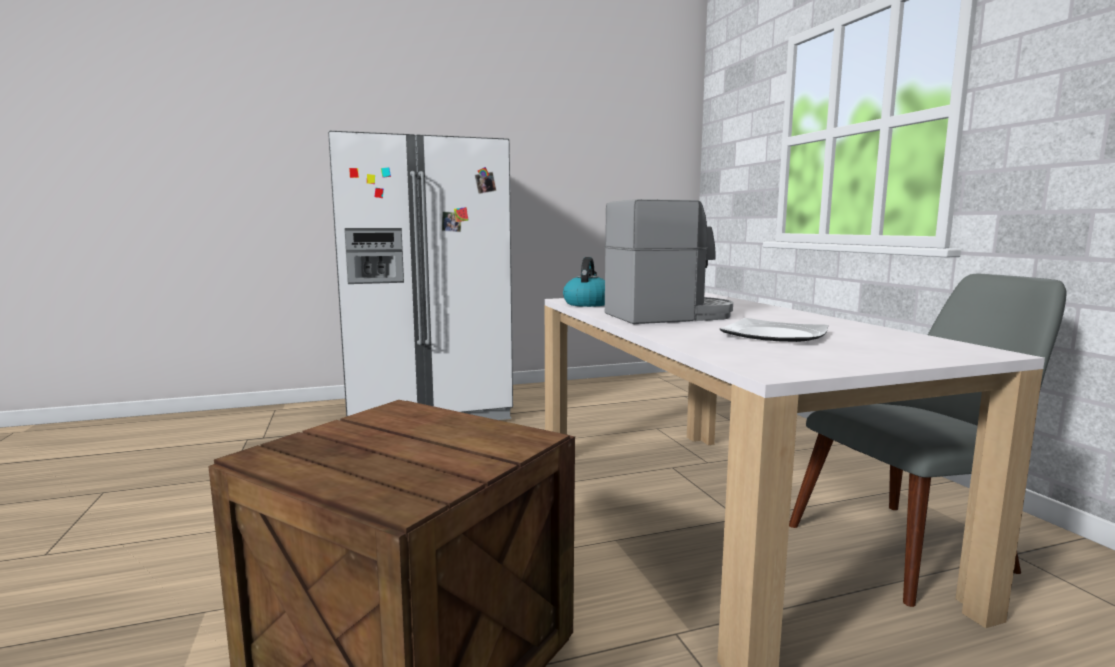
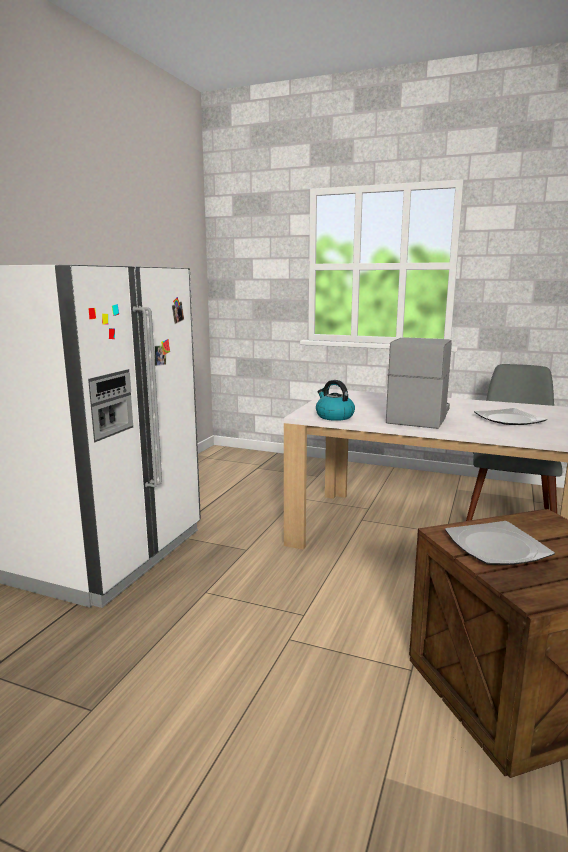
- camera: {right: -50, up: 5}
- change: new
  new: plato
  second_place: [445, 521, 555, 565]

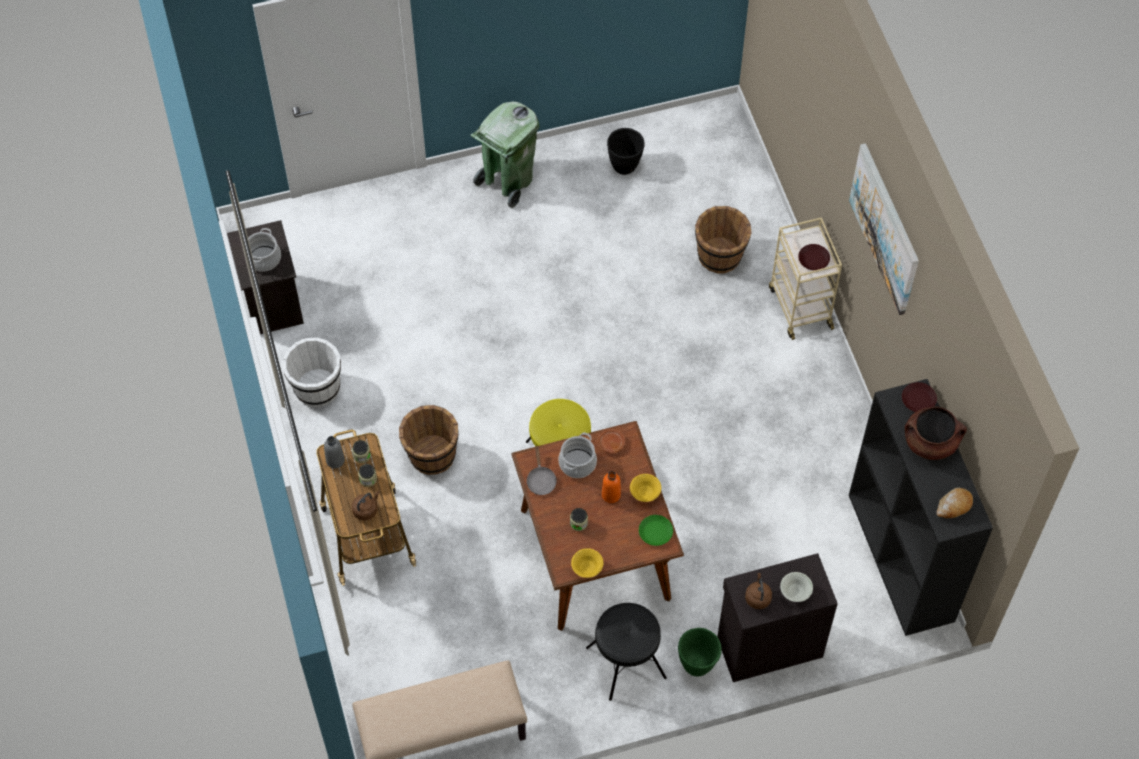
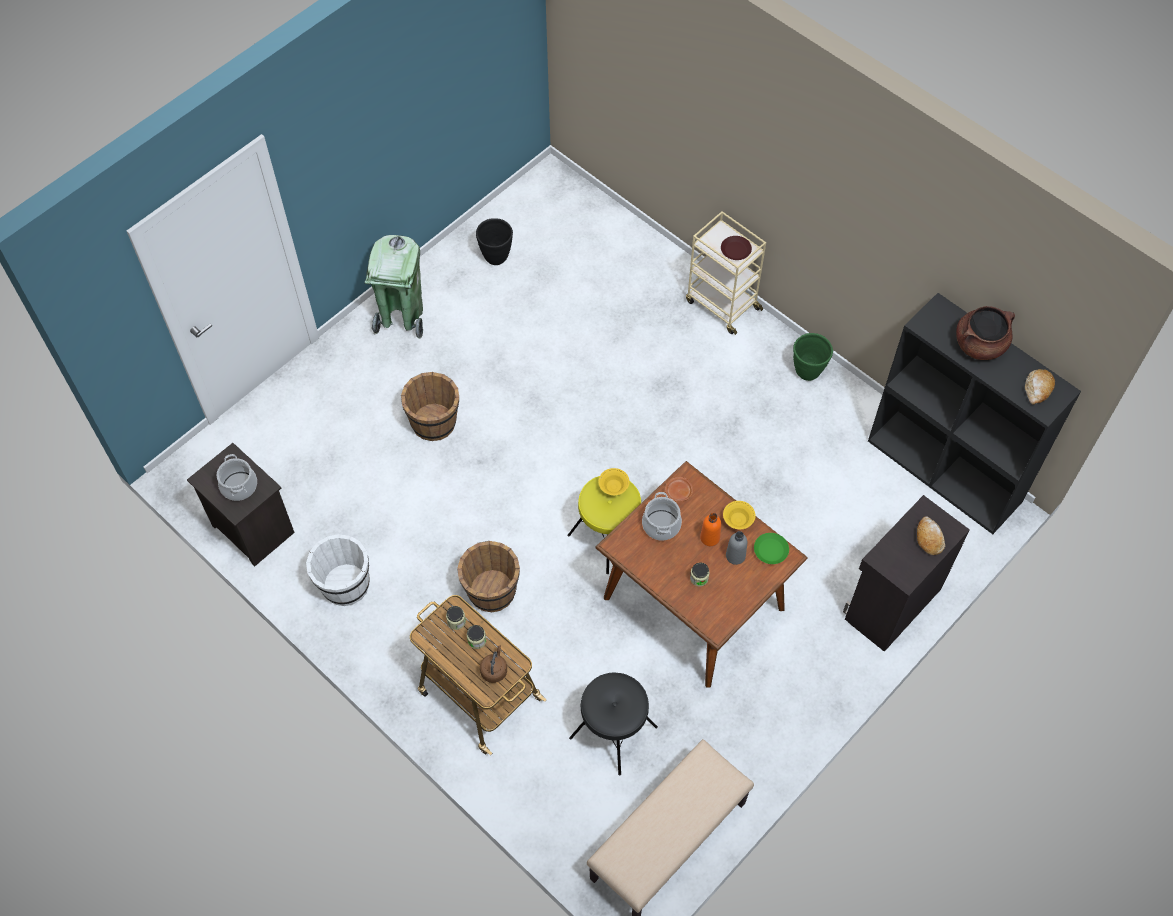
- camera: {right: -30, up: 0}
- change: gone
  old: sartén [gris]
  first_place: [526, 447, 557, 495]
- change: gone
  old: hervidor [marrón]
  first_place: [745, 573, 772, 609]
- change: gone
  old: cuadro
  first_place: [849, 143, 919, 315]
- change: gone
  old: plato [marrón]
  first_place: [902, 382, 937, 412]
- change: shifted
  old: botella [gris]
  first_place: [324, 436, 345, 468]
  second_place: [726, 531, 747, 565]
- change: shifted
  old: cuenco [amarillo]
  first_place: [571, 548, 603, 578]
  second_place: [599, 468, 629, 495]
- change: shifted
  old: taburete [negro]
  first_place: [586, 603, 667, 701]
  second_place: [569, 673, 658, 776]
- change: shifted
  old: maceta [verde]
  first_place: [678, 628, 722, 676]
  second_place: [793, 333, 833, 381]
- change: shifted
  old: cubo [marrón]
  first_place: [695, 206, 752, 274]
  second_place: [401, 372, 459, 441]
- change: swapped
  old: cuenco [blanco]
  new: pan
  first_place: [780, 572, 813, 602]
  second_place: [917, 516, 945, 555]

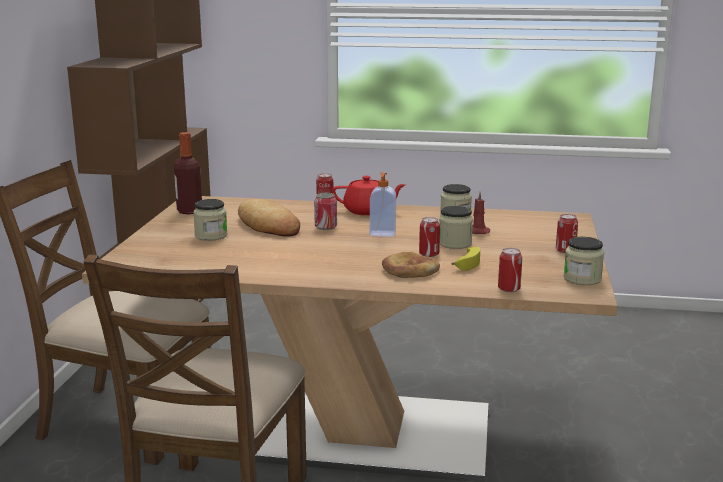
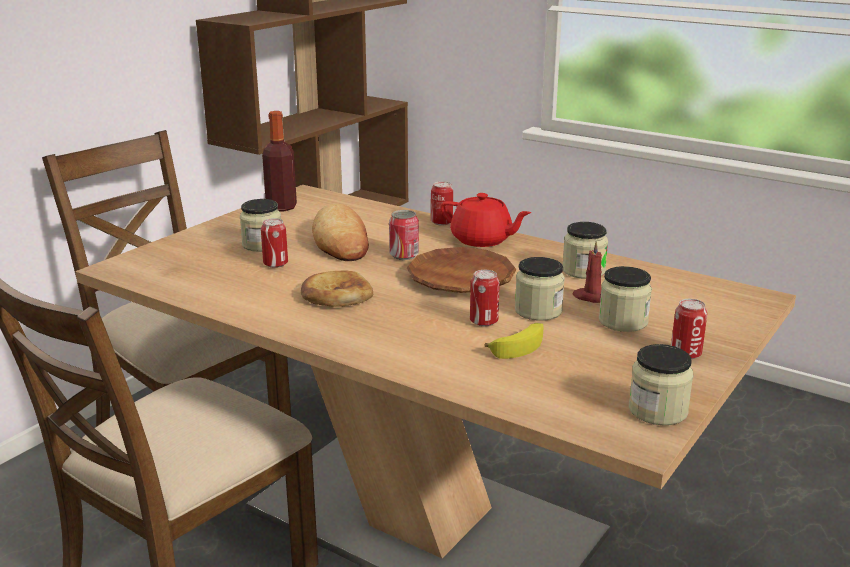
- camera: {right: 25, up: 5}
- change: new
  new: tarro
  second_place: [599, 266, 652, 332]
- change: shifted
  old: pan
  first_place: [382, 252, 440, 278]
  second_place: [301, 270, 373, 307]
- change: shifted
  old: lata
  first_place: [498, 248, 522, 292]
  second_place: [261, 218, 288, 268]
- change: swapped
  old: dispensador de jabón
  new: plato [marrón]
  first_place: [370, 173, 396, 237]
  second_place: [407, 247, 516, 293]

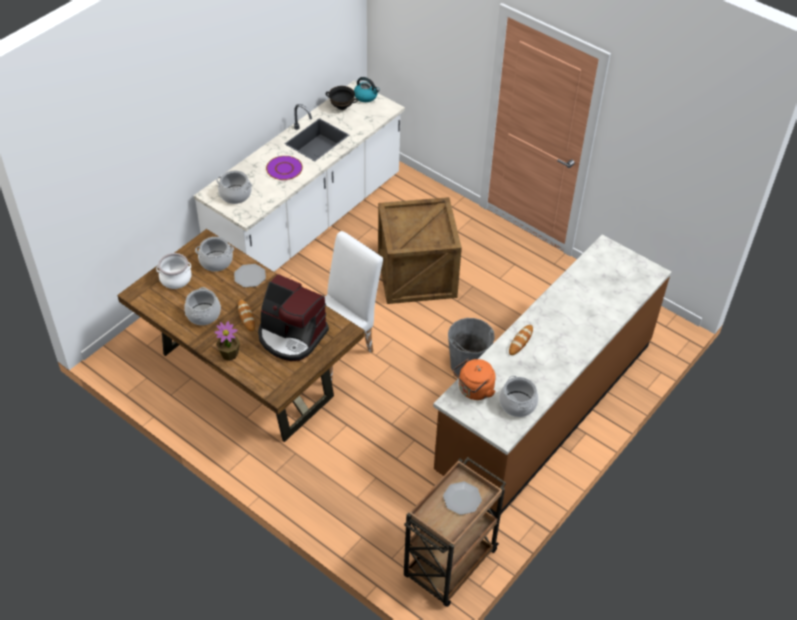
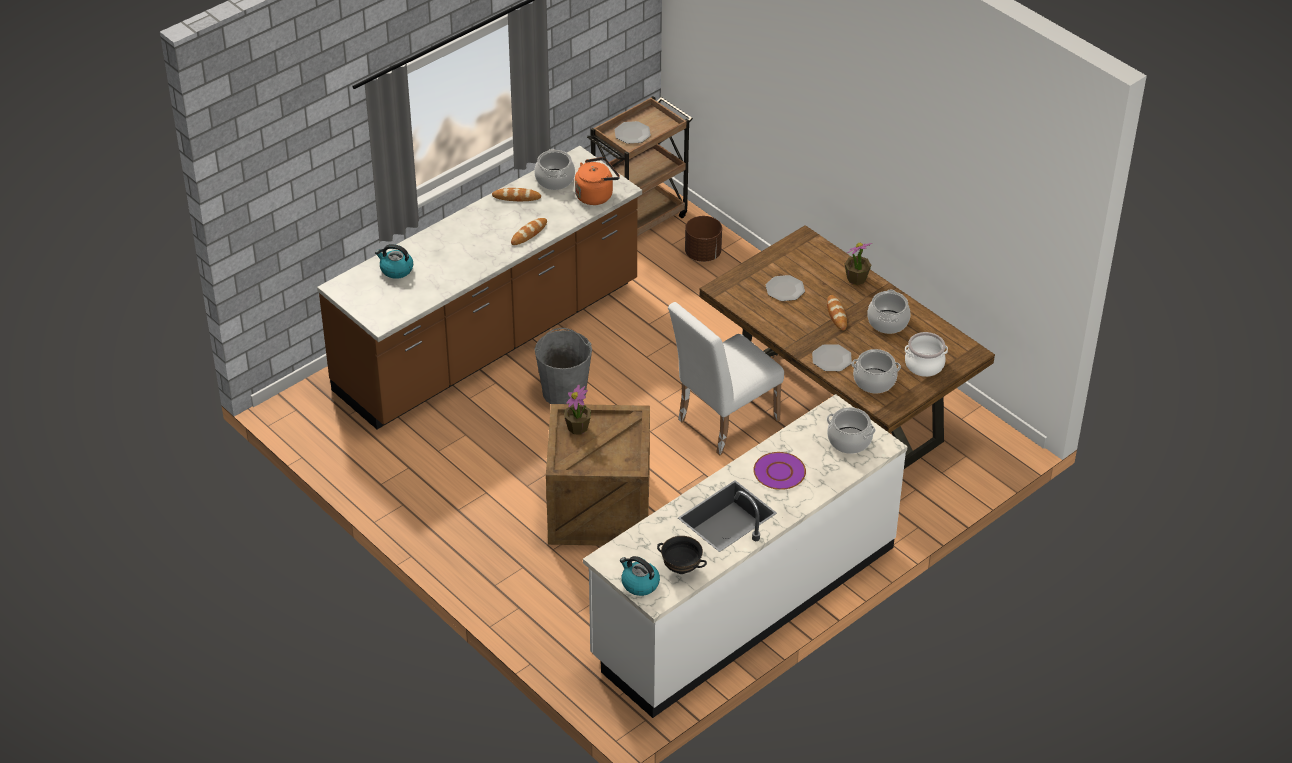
- camera: {right: -170, up: -5}
- change: new
  new: hervidor
  second_place: [375, 244, 413, 279]
- change: new
  new: pan
  second_place: [492, 188, 541, 201]
- change: new
  new: planta en maceta
  second_place: [564, 384, 591, 434]
- change: new
  new: maceta [marrón]
  second_place: [685, 216, 722, 262]
- change: swapped
  old: cafetera
  new: plato
  first_place: [258, 274, 329, 361]
  second_place: [766, 275, 805, 301]

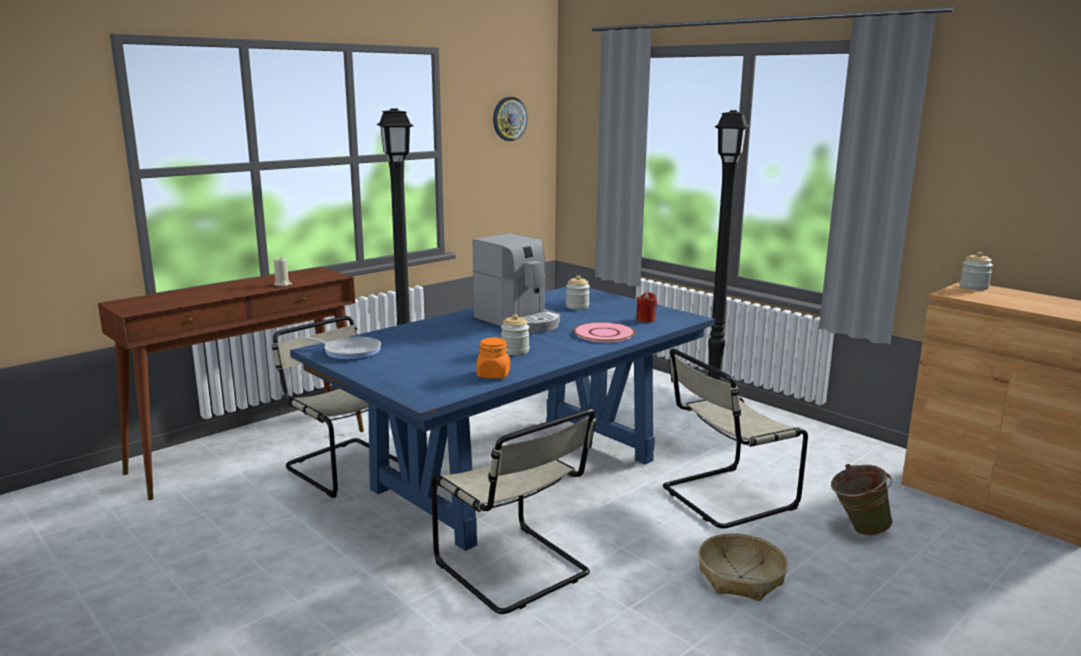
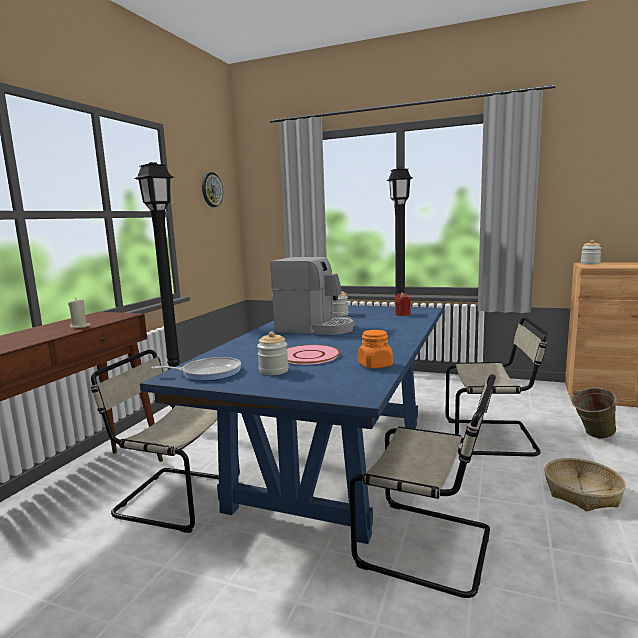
- camera: {right: -25, up: -5}
- change: shifted
  old: tarro
  first_place: [501, 314, 529, 355]
  second_place: [257, 331, 289, 375]
- change: shifted
  old: plato [rosa]
  first_place: [574, 322, 635, 342]
  second_place: [286, 345, 340, 365]
- change: rotated
  old: silla [beis]
  first_place: [663, 348, 808, 529]
  second_place: [446, 317, 548, 456]
  degrees: -120

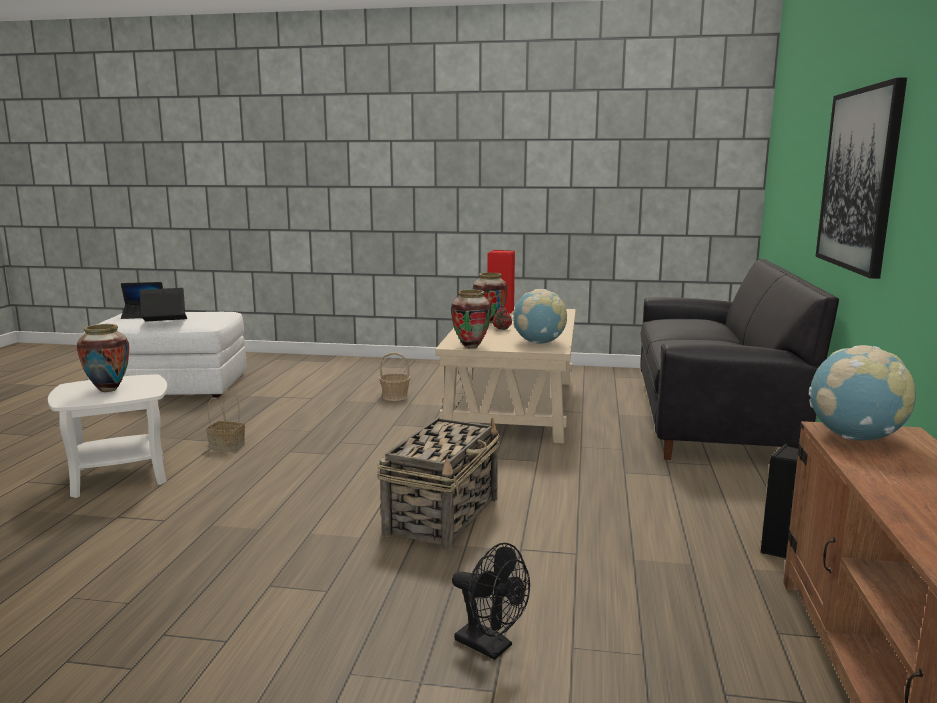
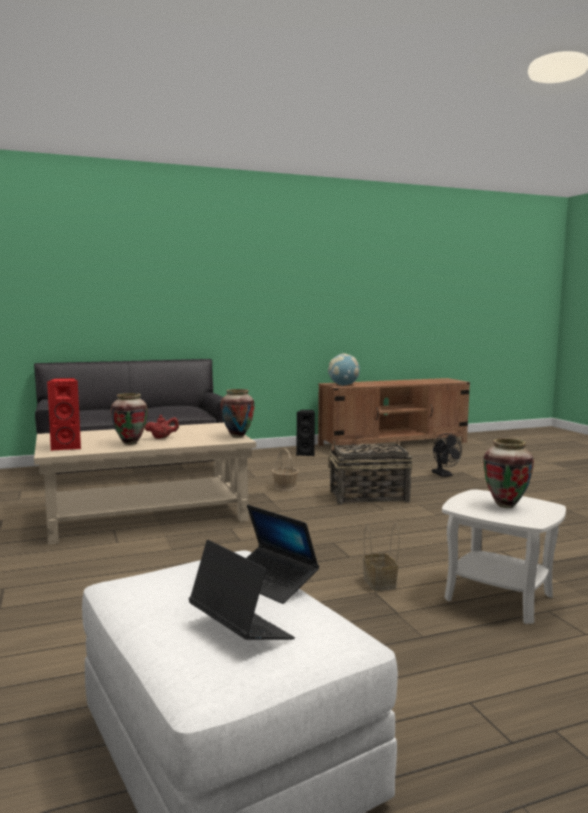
- camera: {right: -120, up: -5}
- change: gone
  old: globo terráqueo
  first_place: [513, 289, 567, 344]
- change: gone
  old: cuadro
  first_place: [816, 77, 907, 279]
- change: shifted
  old: cesta
  first_place: [379, 352, 411, 401]
  second_place: [272, 449, 299, 491]
- change: rotated
  old: ventilador [negro]
  first_place: [452, 543, 530, 660]
  second_place: [432, 433, 462, 477]
  degrees: 150

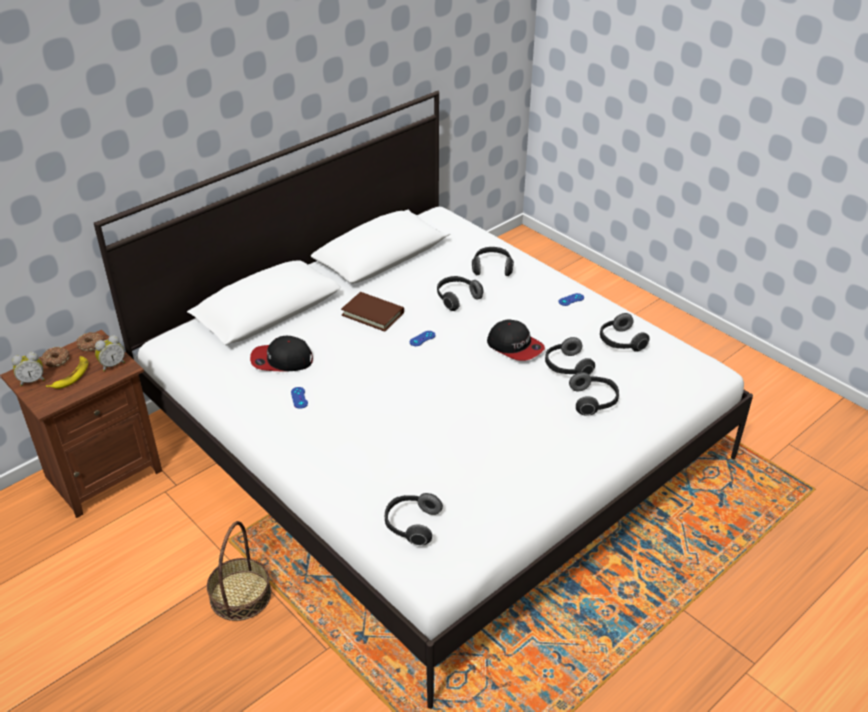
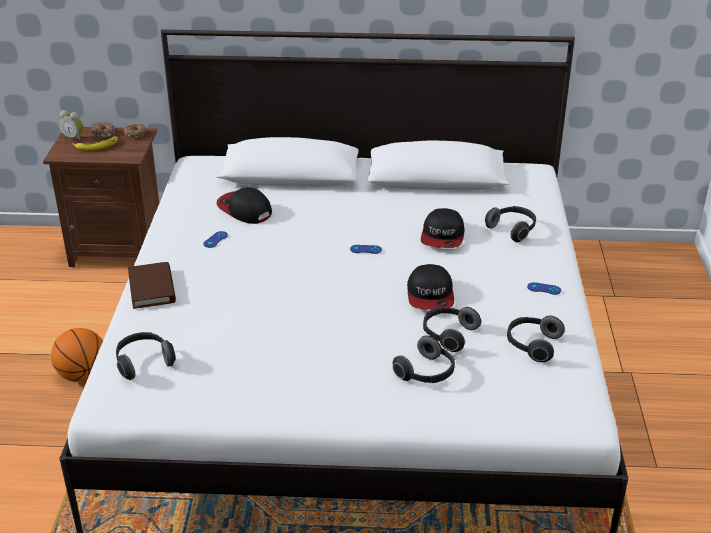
- camera: {right: 45, up: -5}
- change: gone
  old: despertador
  first_place: [95, 335, 125, 372]
- change: shifted
  old: libro [marrón]
  first_place: [341, 292, 404, 332]
  second_place: [128, 262, 176, 309]
- change: swapped
  old: cesta
  new: balón de baloncesto
  first_place: [207, 521, 271, 621]
  second_place: [51, 328, 103, 382]
- change: swapped
  old: auriculares
  new: gorra
  first_place: [437, 276, 484, 311]
  second_place: [421, 208, 465, 248]

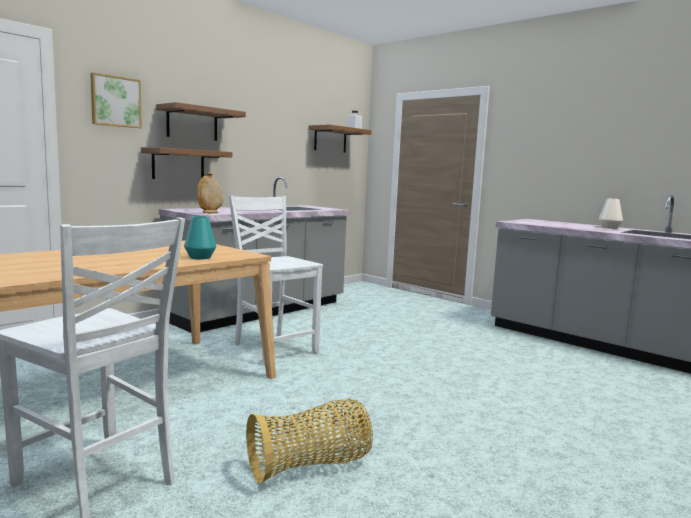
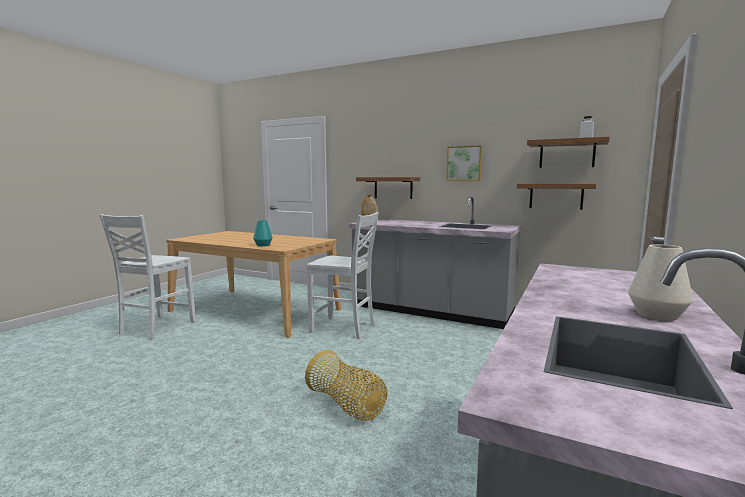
- camera: {right: 75, up: 0}
- change: shifted
  old: cuadro
  first_place: [90, 73, 142, 128]
  second_place: [446, 145, 482, 181]
- change: shifted
  old: estante
  first_place: [156, 102, 246, 141]
  second_place: [517, 183, 596, 210]
- change: shifted
  old: cesta
  first_place: [246, 399, 373, 483]
  second_place: [305, 350, 388, 421]
- change: rotated
  old: silla [blanco]
  first_place: [229, 196, 323, 366]
  second_place: [307, 212, 379, 339]
  degrees: 75

